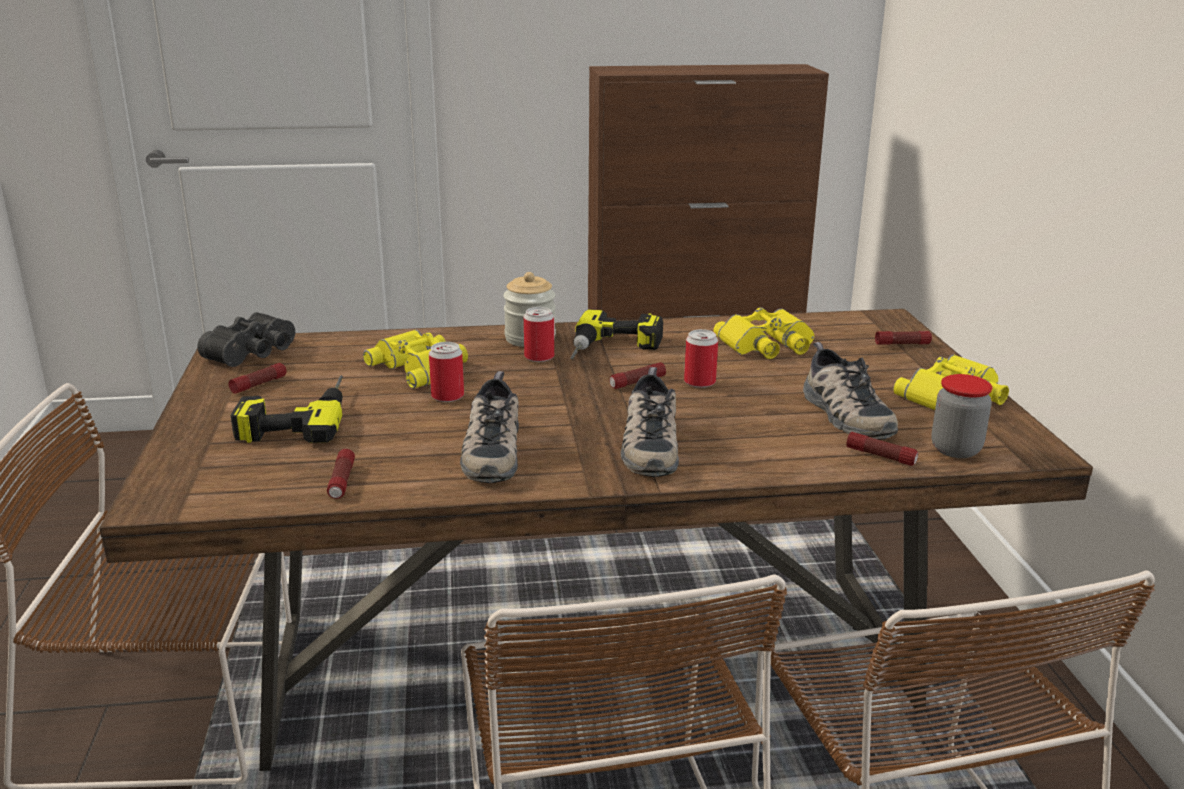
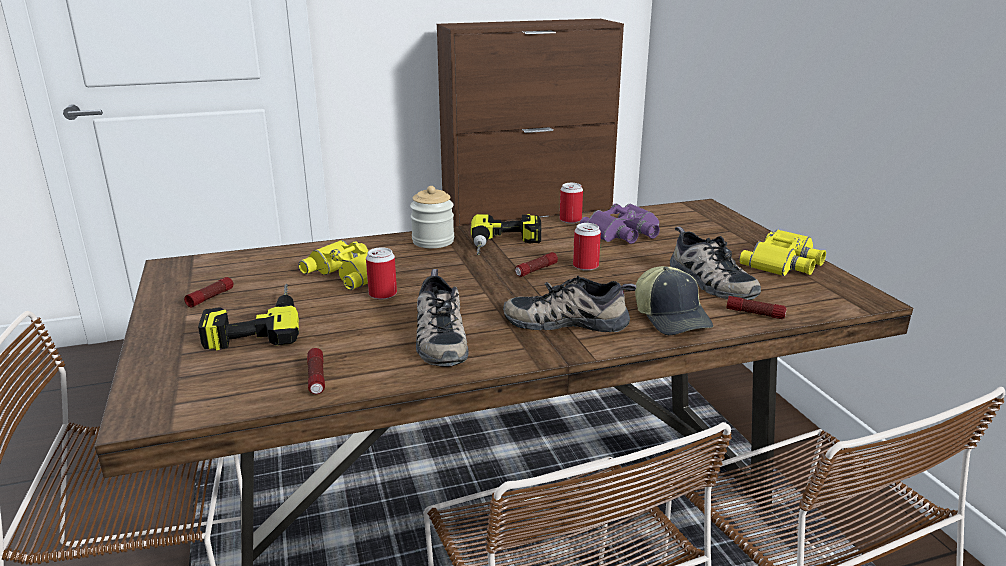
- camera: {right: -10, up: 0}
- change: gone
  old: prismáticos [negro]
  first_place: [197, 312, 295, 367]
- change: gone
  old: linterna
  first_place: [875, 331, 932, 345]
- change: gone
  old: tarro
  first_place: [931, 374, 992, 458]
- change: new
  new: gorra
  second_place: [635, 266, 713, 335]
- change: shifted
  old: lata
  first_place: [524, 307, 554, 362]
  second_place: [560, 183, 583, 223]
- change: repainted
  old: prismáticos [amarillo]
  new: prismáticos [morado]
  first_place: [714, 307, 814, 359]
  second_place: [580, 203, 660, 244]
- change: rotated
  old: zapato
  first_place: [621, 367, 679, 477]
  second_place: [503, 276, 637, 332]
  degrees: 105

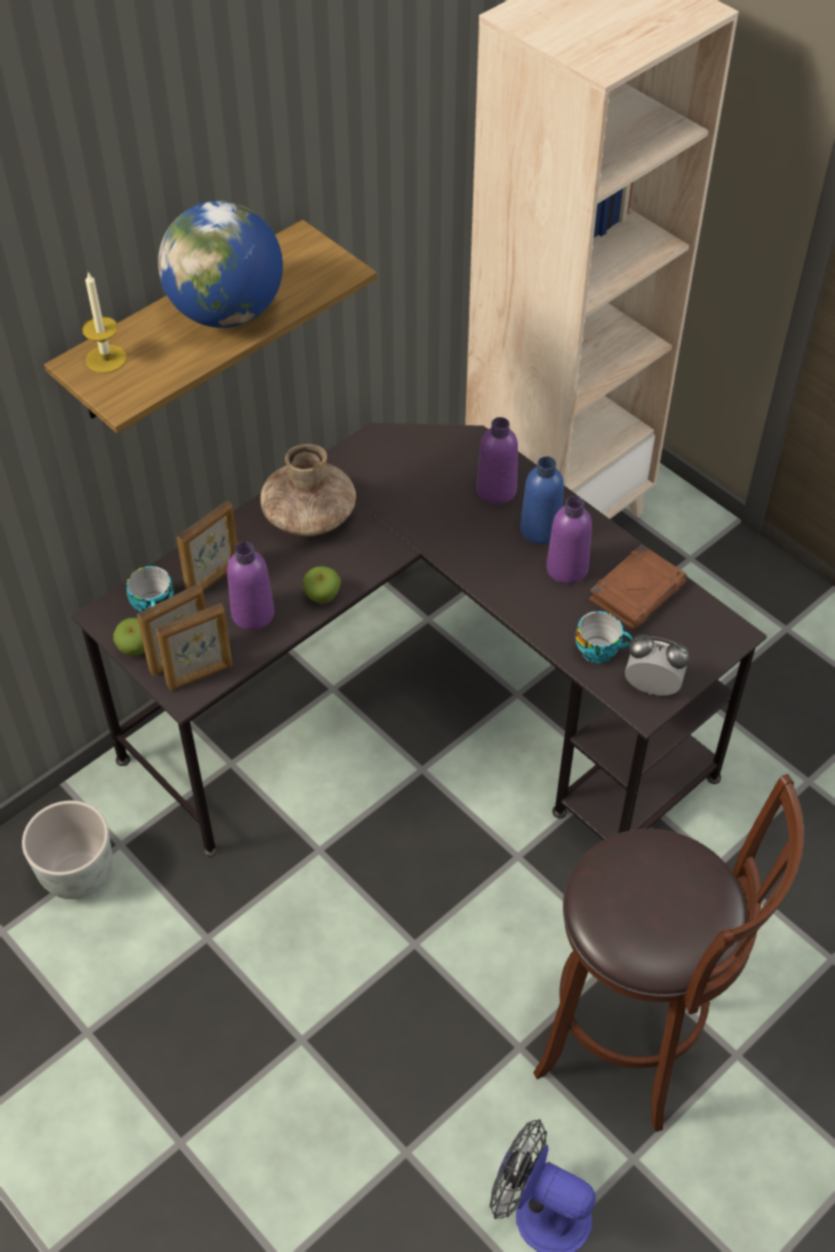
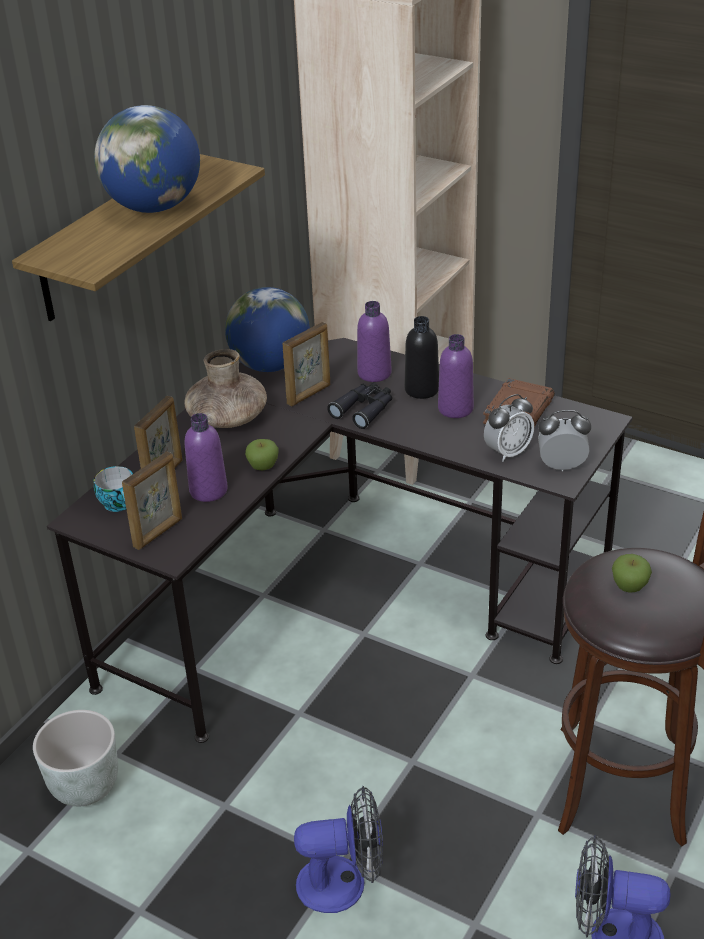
- camera: {right: -15, up: -15}
- change: gone
  old: vela
  first_place: [82, 272, 127, 373]
- change: new
  new: globo terráqueo
  second_place: [225, 287, 310, 372]
- change: new
  new: ventilador
  second_place: [294, 786, 383, 913]
- change: new
  new: prismáticos [negro]
  second_place: [327, 382, 392, 429]
- change: shifted
  old: manzana
  first_place: [113, 618, 145, 656]
  second_place: [612, 554, 652, 593]
- change: shifted
  old: portarretratos
  first_place: [155, 603, 233, 691]
  second_place: [282, 322, 330, 407]
- change: swapped
  old: taza
  new: despertador
  first_place: [576, 611, 632, 663]
  second_place: [484, 394, 534, 462]
- change: repainted
  old: botella [azul]
  new: botella [negro]
  first_place: [520, 456, 564, 544]
  second_place: [404, 316, 439, 399]

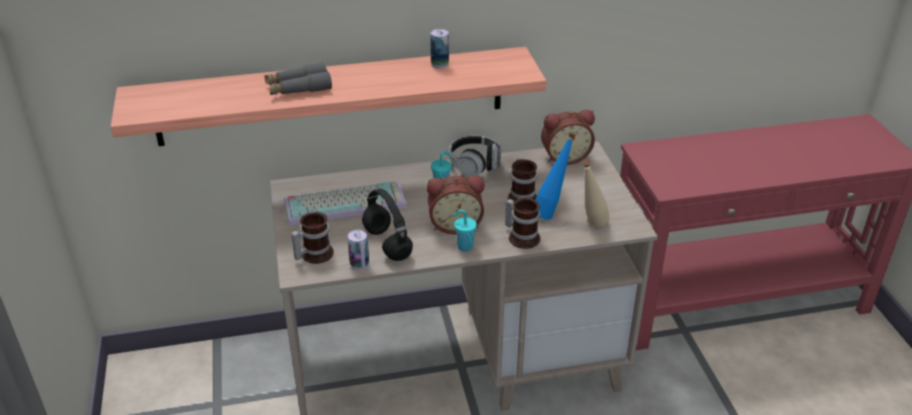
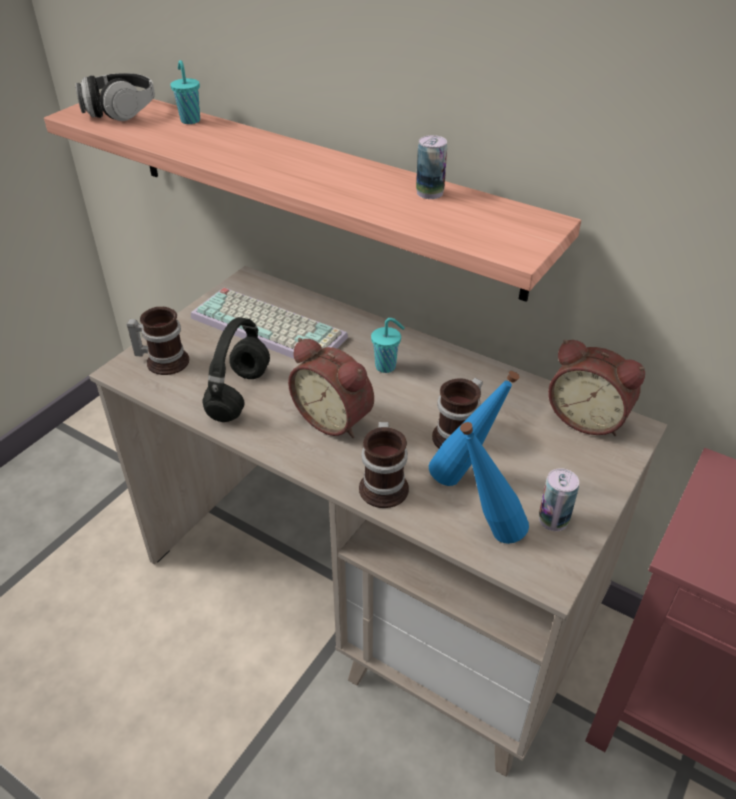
- camera: {right: 45, up: 5}
- change: gone
  old: prismáticos [gris]
  first_place: [264, 62, 332, 95]
- change: shifted
  old: lata
  first_place: [348, 230, 369, 271]
  second_place: [539, 468, 579, 531]
- change: shifted
  old: auriculares
  first_place: [449, 136, 501, 176]
  second_place: [76, 73, 155, 121]
- change: shifted
  old: taza [turquesa]
  first_place: [453, 210, 477, 252]
  second_place: [170, 60, 200, 124]
- change: repainted
  old: botella [beis]
  new: botella [azul]
  first_place: [583, 160, 610, 227]
  second_place: [460, 422, 529, 544]

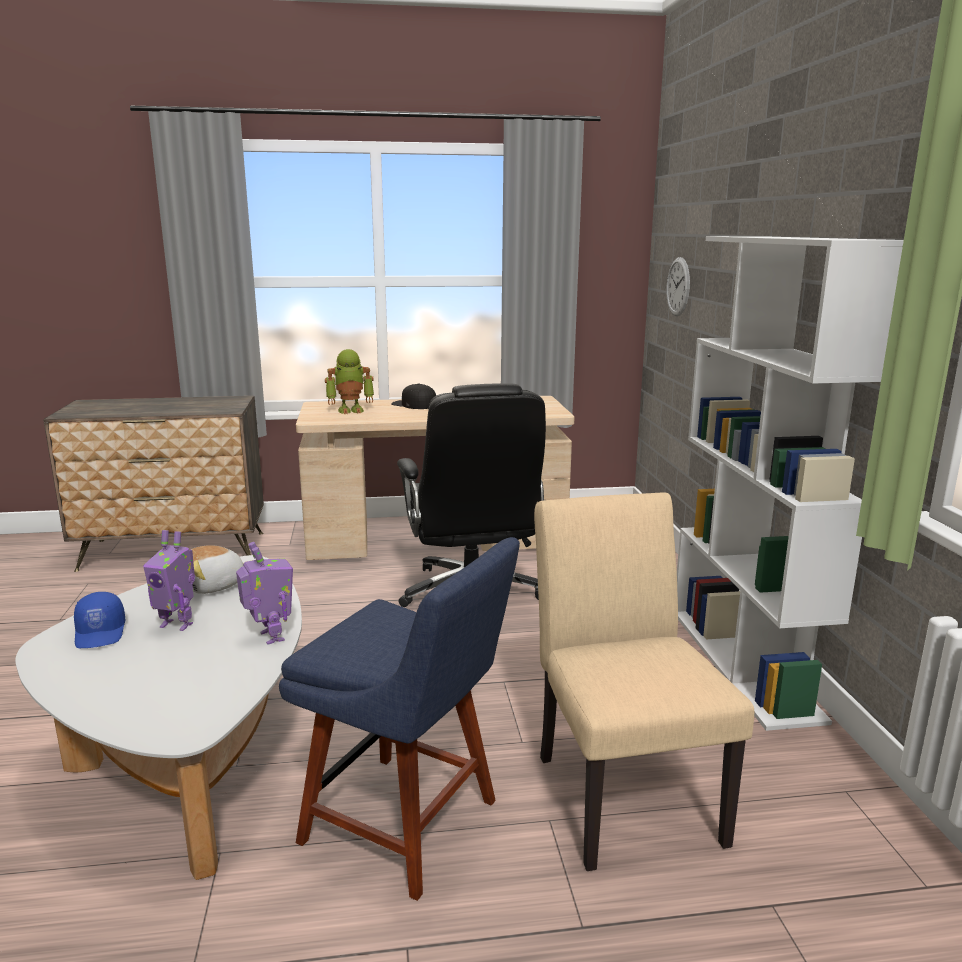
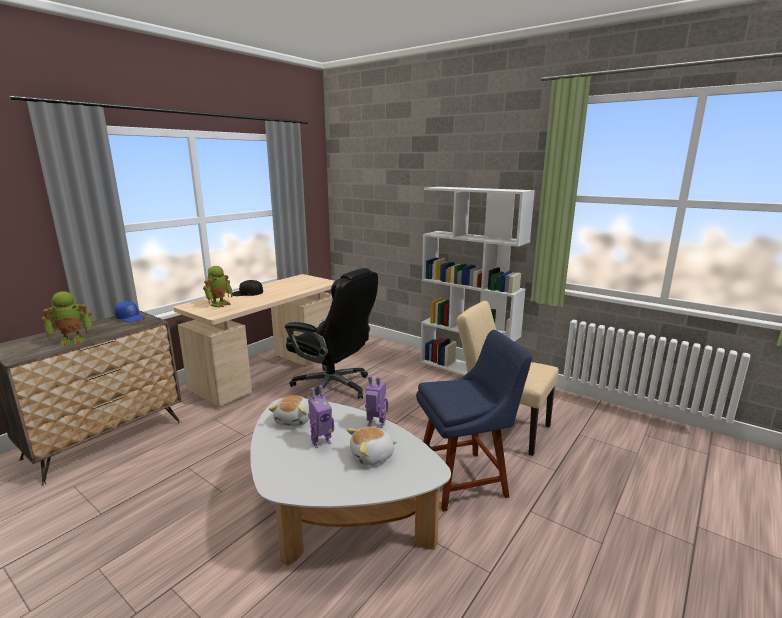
- camera: {right: -45, up: 0}
- change: gone
  old: reloj de pared
  first_place: [666, 257, 690, 316]
- change: new
  new: robot de juguete
  second_place: [42, 291, 93, 347]
- change: new
  new: peluche
  second_place: [347, 427, 397, 465]
- change: shifted
  old: gorra [azul]
  first_place: [74, 592, 125, 648]
  second_place: [114, 301, 145, 323]

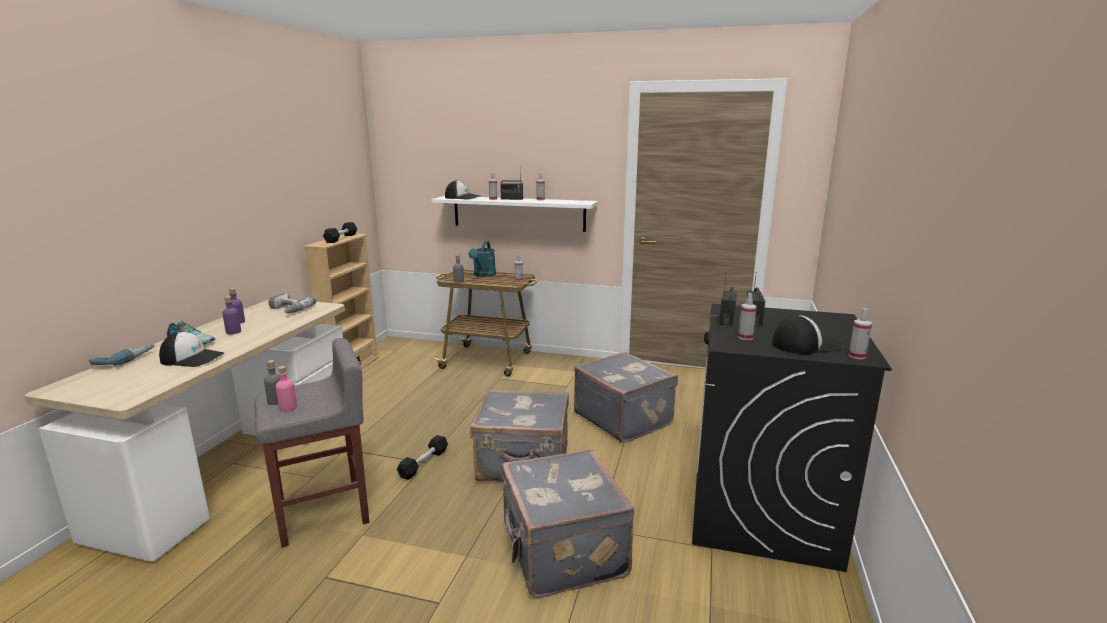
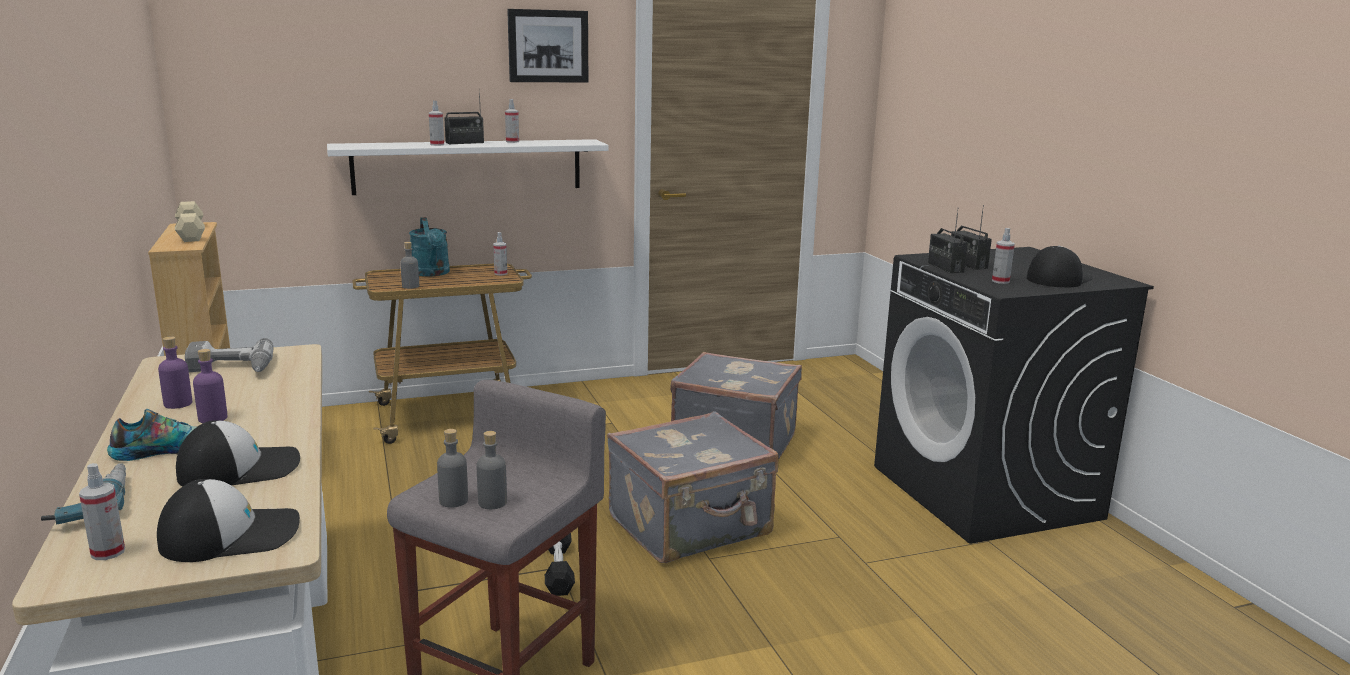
- camera: {right: -35, up: 0}
- change: gone
  old: maleta [gris]
  first_place: [501, 449, 634, 598]
- change: new
  new: cuadro
  second_place: [507, 9, 588, 82]
- change: shifted
  old: gorra
  first_place: [445, 180, 480, 200]
  second_place: [157, 479, 300, 562]
- change: shifted
  old: pulverizador
  first_place: [849, 308, 872, 359]
  second_place: [79, 463, 125, 560]
- change: repainted
  old: botella [rosa]
  new: botella [gris]
  first_place: [275, 366, 297, 412]
  second_place: [476, 431, 507, 509]
- change: repainted
  old: mancuerna [negro]
  new: mancuerna [beis]
  first_place: [323, 222, 357, 243]
  second_place: [175, 201, 205, 242]

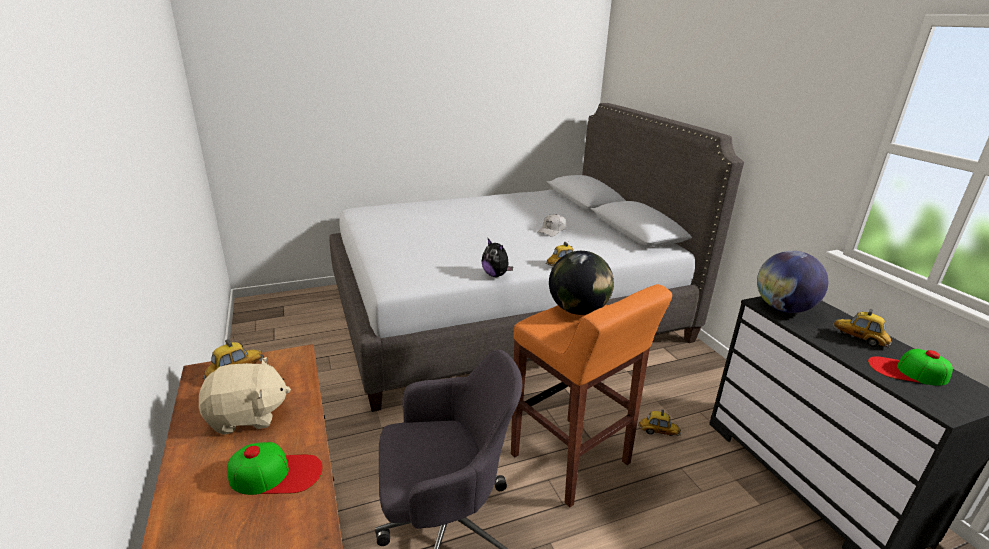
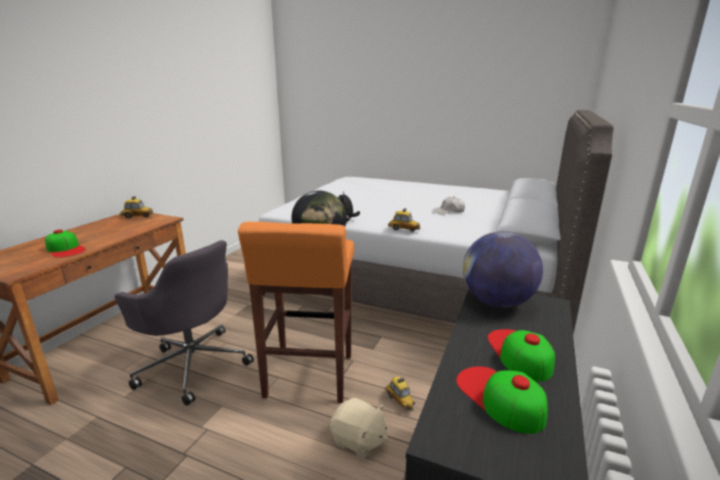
- camera: {right: 45, up: -5}
- change: shifted
  old: peluche [beis]
  first_place: [199, 357, 291, 435]
  second_place: [330, 398, 388, 459]
- change: swapped
  old: coche de juguete
  new: gorra
  first_place: [832, 309, 892, 348]
  second_place: [488, 329, 555, 382]

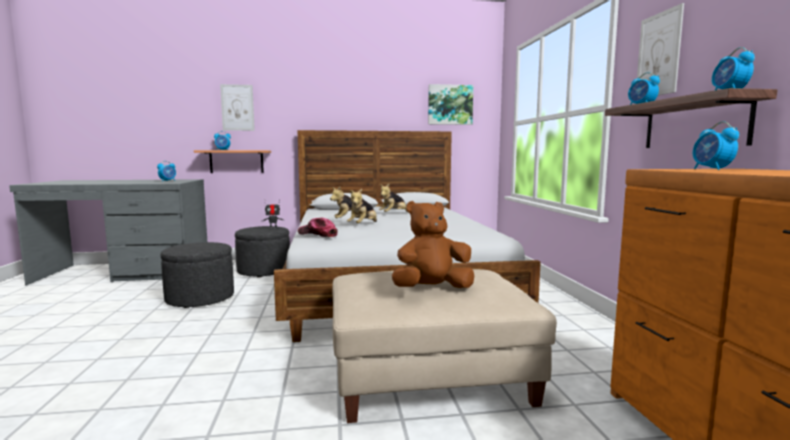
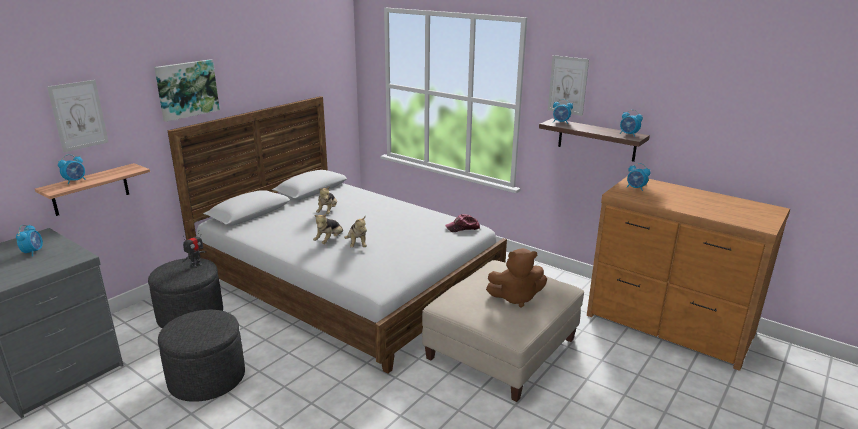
- camera: {right: -45, up: 15}
- change: shifted
  old: gorra
  first_place: [298, 218, 337, 237]
  second_place: [445, 214, 480, 232]
- change: shifted
  old: cuadro
  first_place: [428, 84, 473, 125]
  second_place: [154, 59, 220, 122]
- change: rotated
  old: peluche [marrón]
  first_place: [392, 201, 474, 288]
  second_place: [486, 248, 547, 307]
  degrees: -120

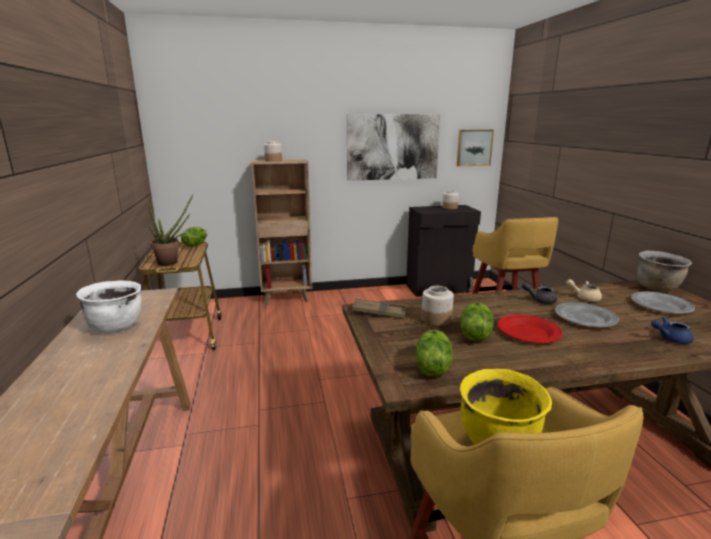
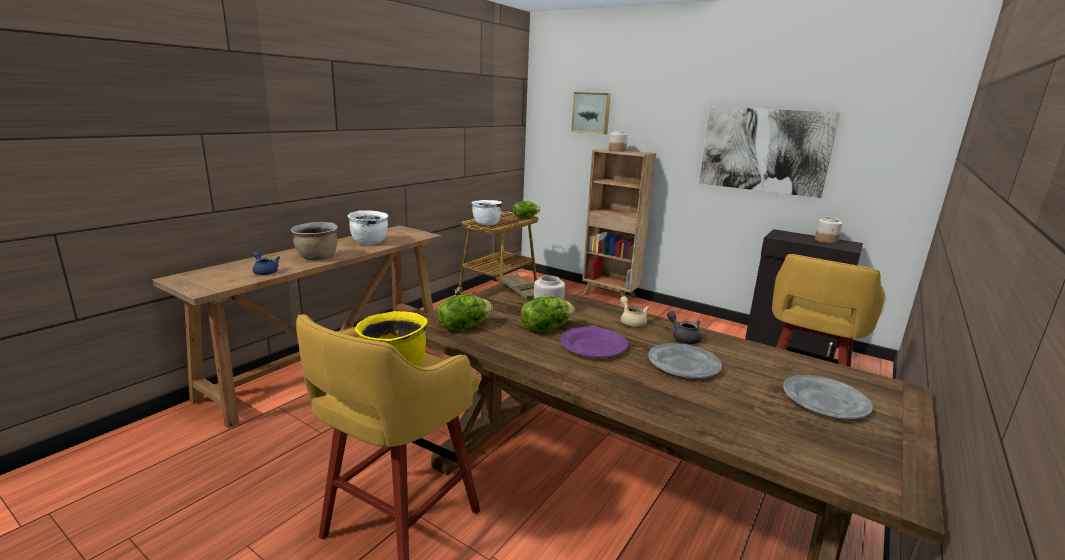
- camera: {right: 45, up: 0}
- change: shifted
  old: cuadro
  first_place: [457, 130, 494, 166]
  second_place: [571, 92, 611, 135]
- change: shifted
  old: tetera [beis]
  first_place: [566, 279, 602, 301]
  second_place: [620, 296, 650, 327]
- change: shifted
  old: olla [marrón]
  first_place: [637, 251, 692, 291]
  second_place: [291, 222, 338, 260]
- change: shifted
  old: tetera [azul]
  first_place: [651, 317, 694, 344]
  second_place: [253, 251, 280, 275]
- change: swapped
  old: planta en maceta
  new: olla [blanco]
  first_place: [148, 193, 194, 266]
  second_place: [472, 200, 502, 225]
- change: repainted
  old: plato [rojo]
  new: plato [morado]
  first_place: [497, 315, 562, 343]
  second_place: [560, 327, 628, 357]

